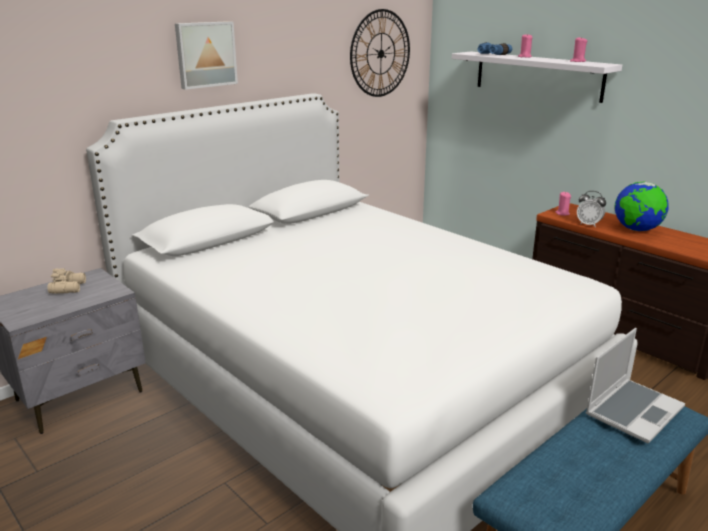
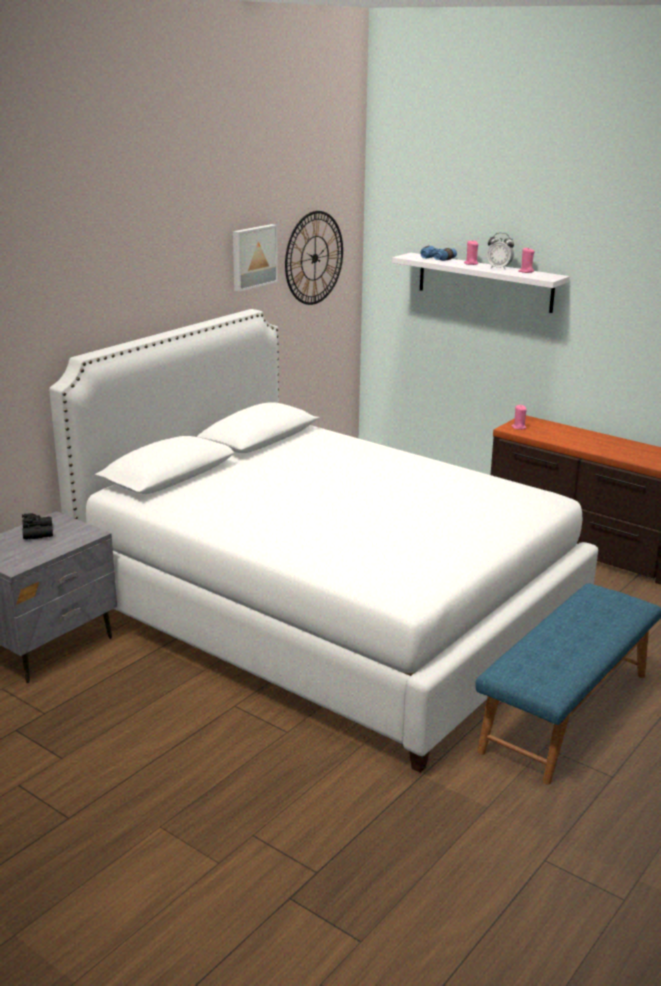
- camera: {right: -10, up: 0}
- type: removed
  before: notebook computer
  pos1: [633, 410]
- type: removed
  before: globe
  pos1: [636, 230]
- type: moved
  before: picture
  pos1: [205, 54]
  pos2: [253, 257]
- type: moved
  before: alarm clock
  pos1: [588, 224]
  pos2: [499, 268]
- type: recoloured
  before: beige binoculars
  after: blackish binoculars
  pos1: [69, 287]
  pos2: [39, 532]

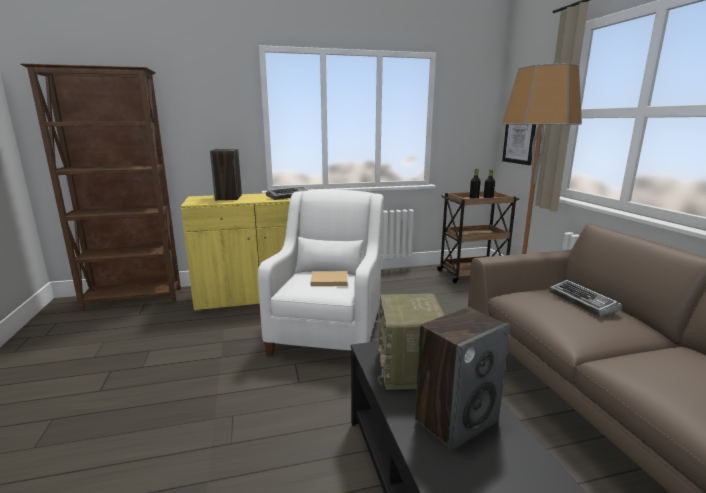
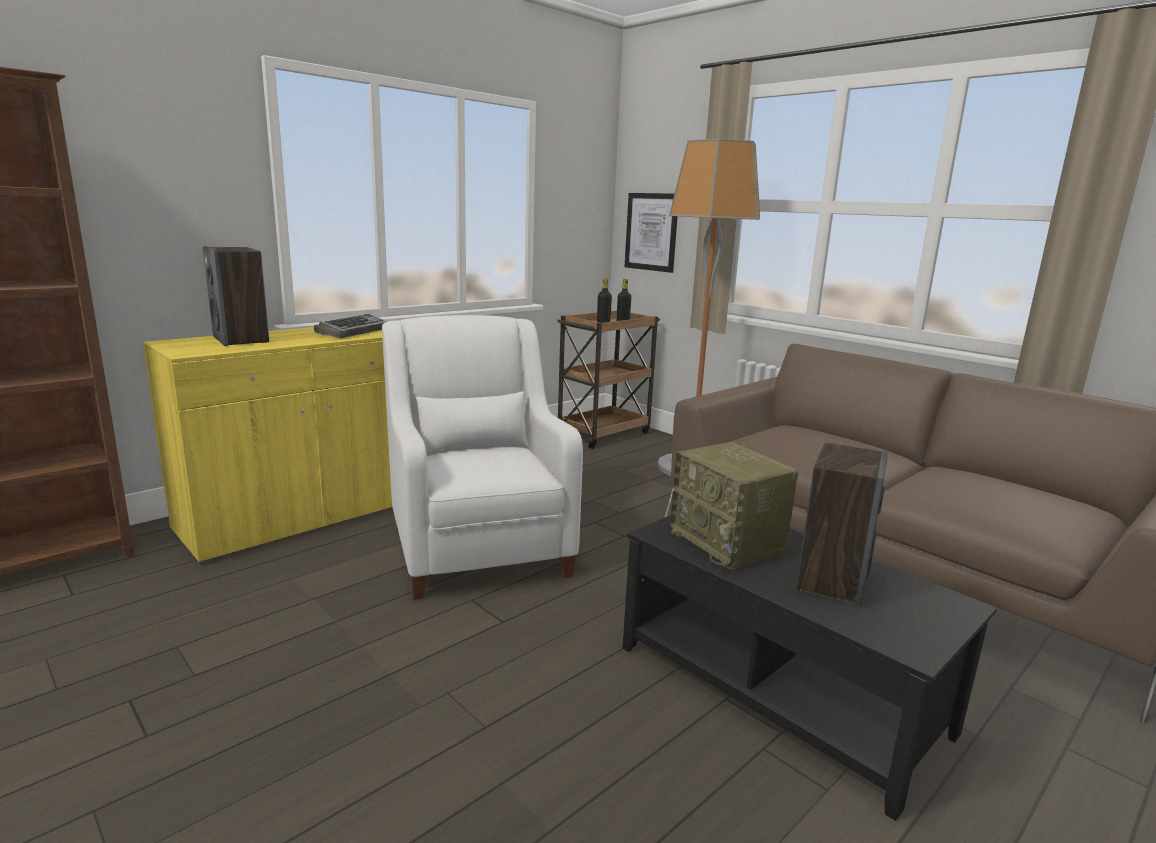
- camera: {right: -30, up: 0}
- type: removed
  before: beige volume
  pos1: [328, 280]
- type: removed
  before: keyboard
  pos1: [583, 302]

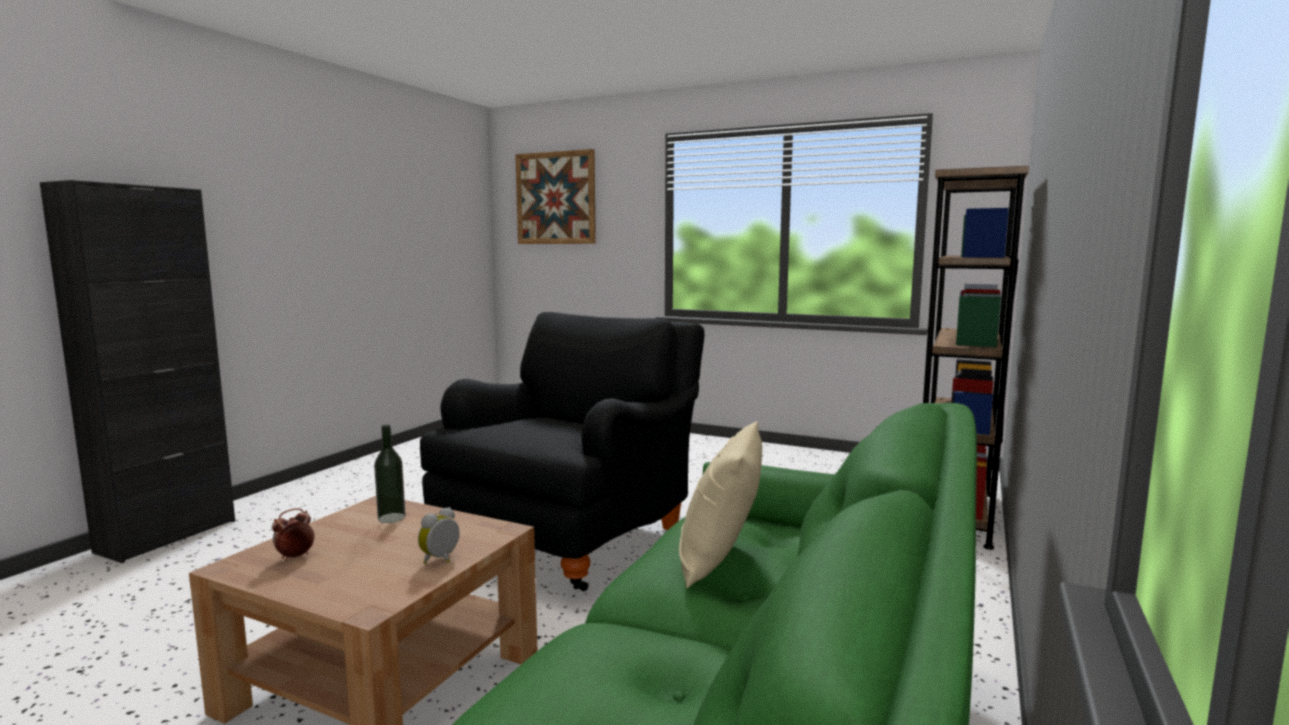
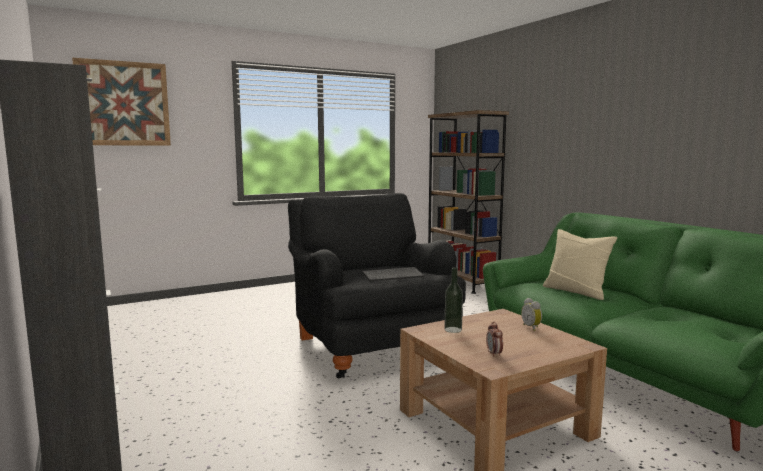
- camera: {right: -55, up: 0}
- type: added
  after: keyboard
  pos2: [393, 275]

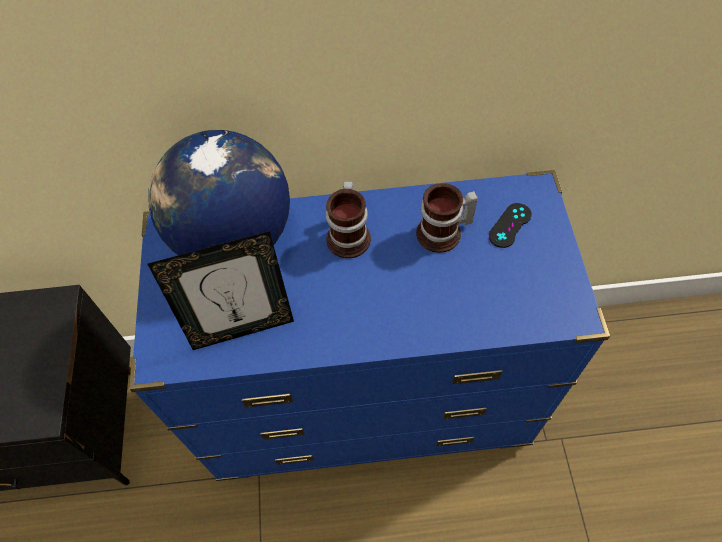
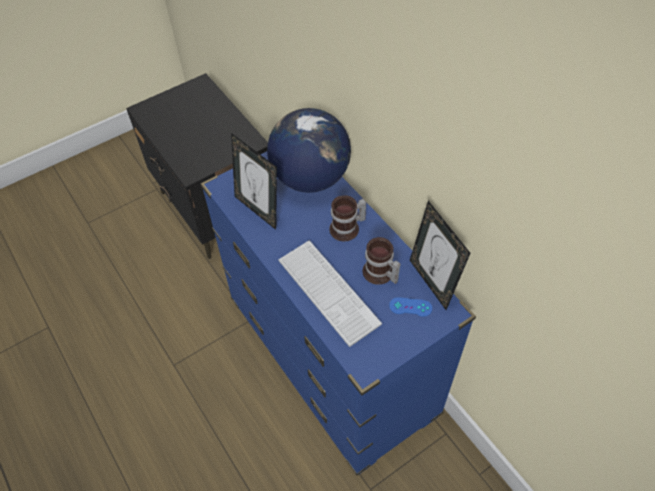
- camera: {right: 60, up: -5}
- type: added
  after: keyboard
  pos2: [328, 292]
- type: added
  after: standing frame
  pos2: [432, 282]
- type: recoloured
  before: blackish gamepad
  after: blue-coloured gamepad
  pos1: [510, 225]
  pos2: [410, 307]

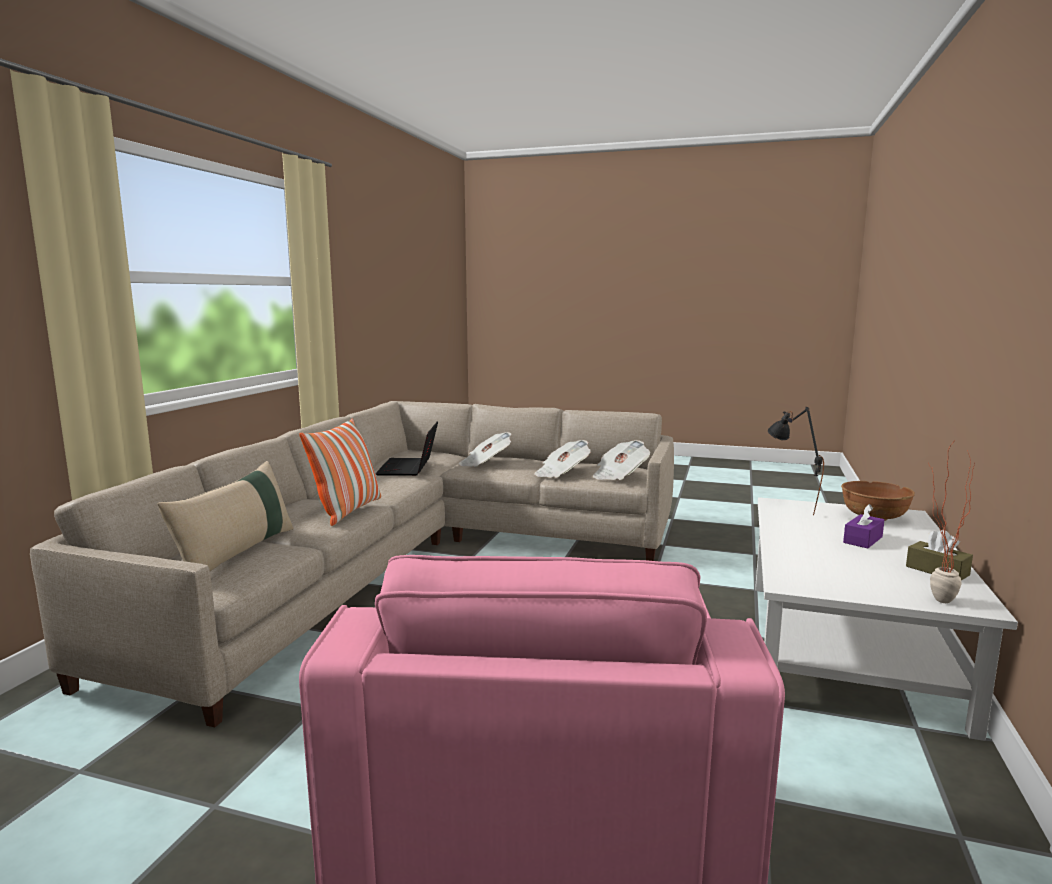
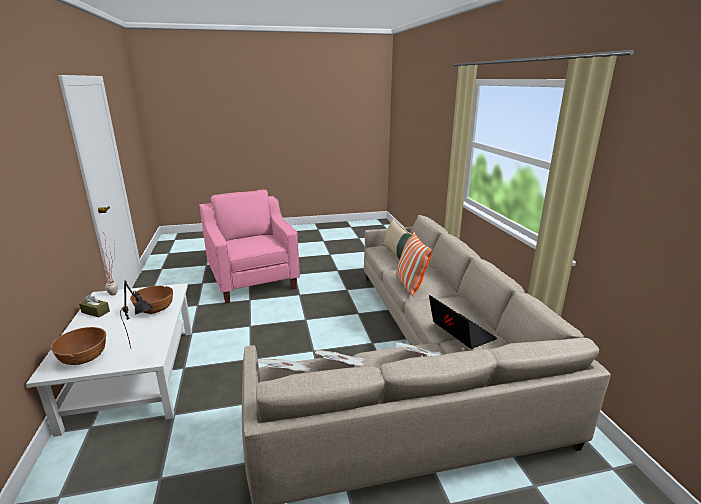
- camera: {right: 150, up: 10}
- type: removed
  before: purple-coloured tissue holder
  pos1: [863, 540]
- type: added
  after: brownish bowl
  pos2: [155, 309]

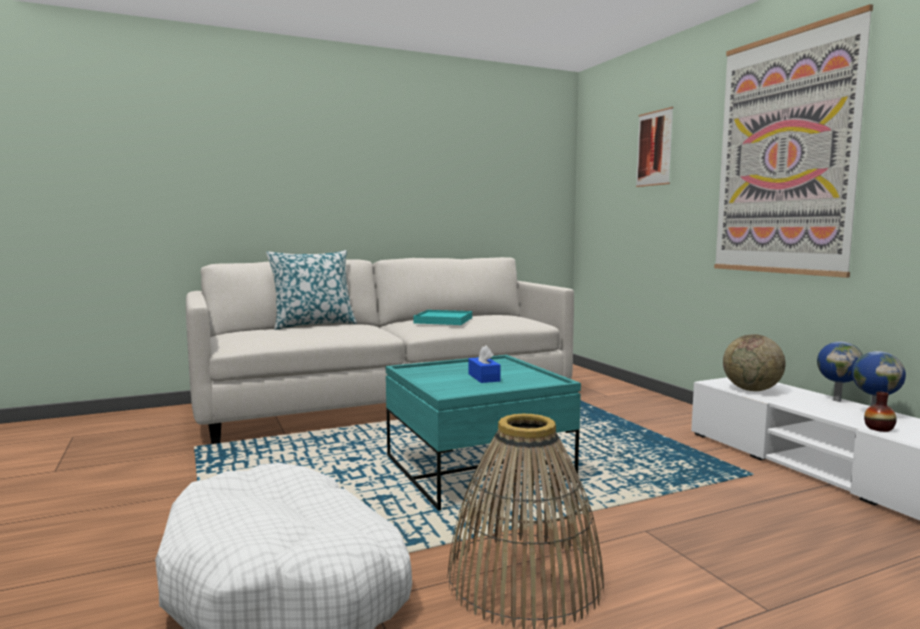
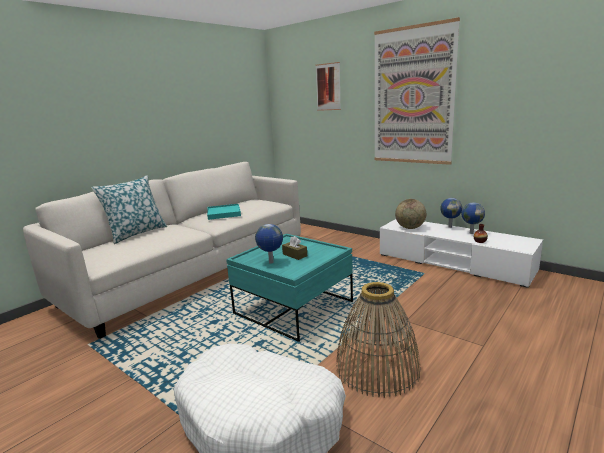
- camera: {right: -25, up: 10}
- type: added
  after: globe
  pos2: [271, 262]
- type: recoloured
  before: blue-coloured tissue holder
  after: brownish tissue holder
  pos1: [484, 377]
  pos2: [294, 255]

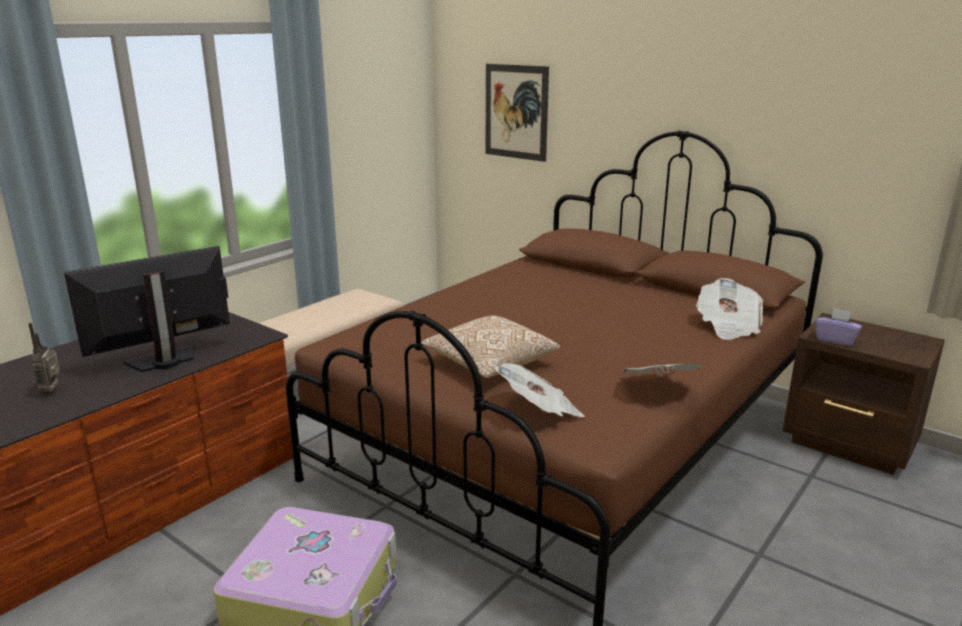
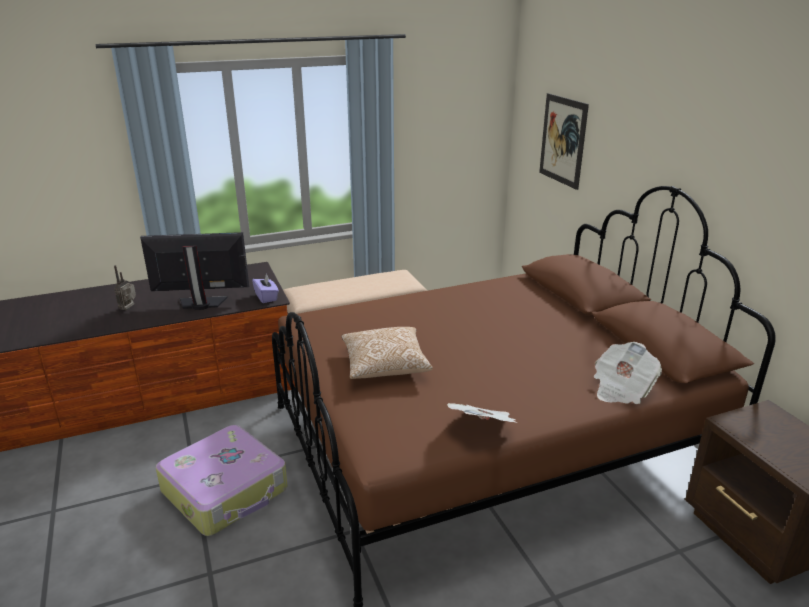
- camera: {right: 30, up: 5}
- type: removed
  before: newspaper
  pos1: [539, 411]
- type: moved
  before: purple-coloured tissue holder
  pos1: [835, 340]
  pos2: [266, 297]

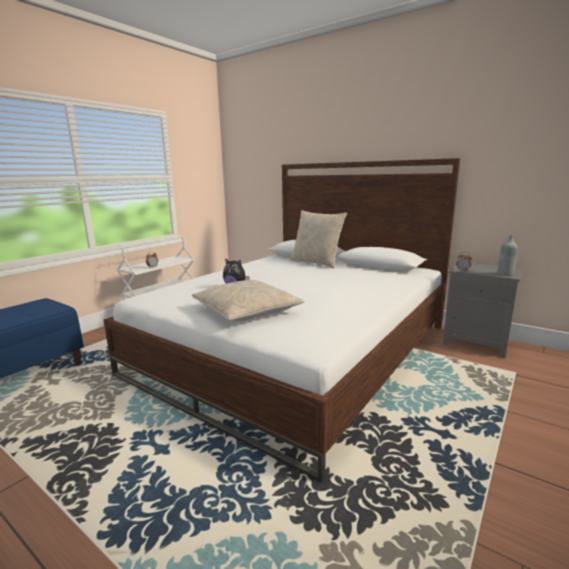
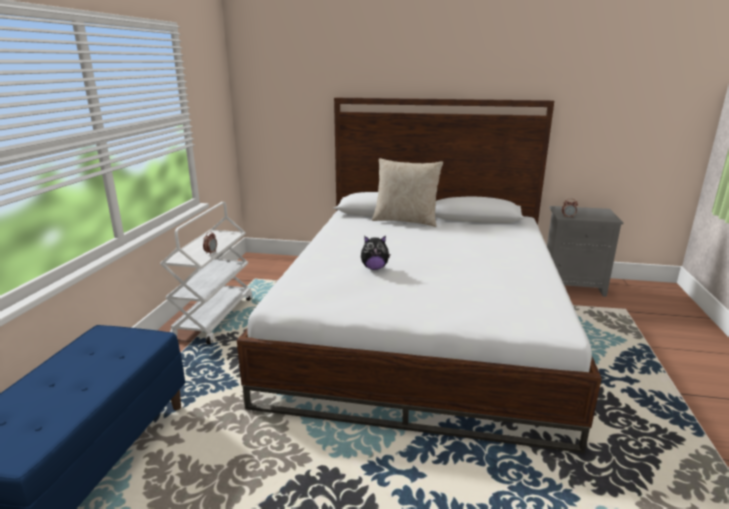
- camera: {right: -25, up: 5}
- type: removed
  before: beige throw pillow
  pos1: [246, 311]
- type: removed
  before: grey drink bottle
  pos1: [505, 274]

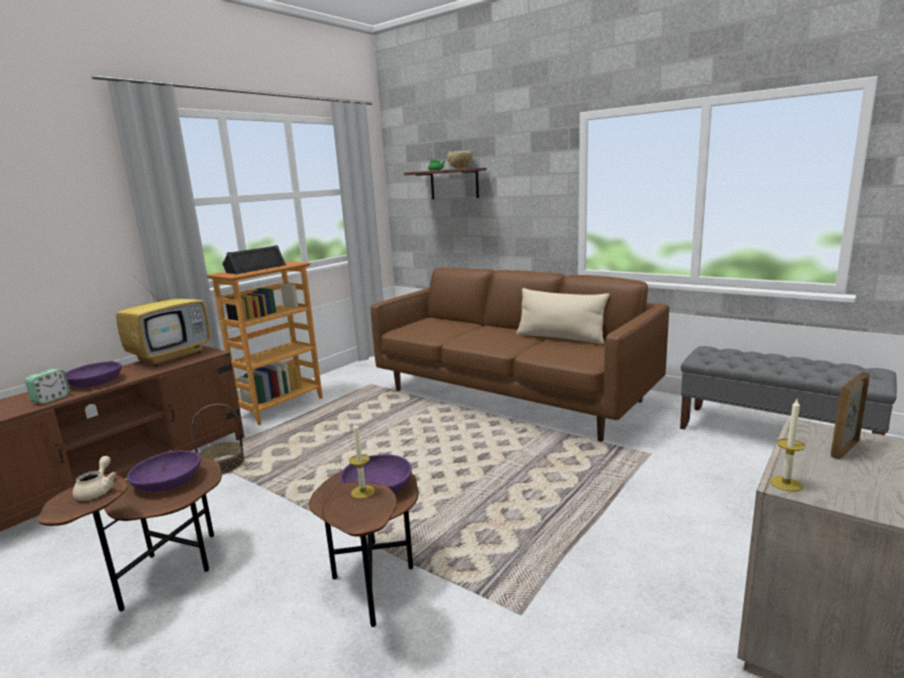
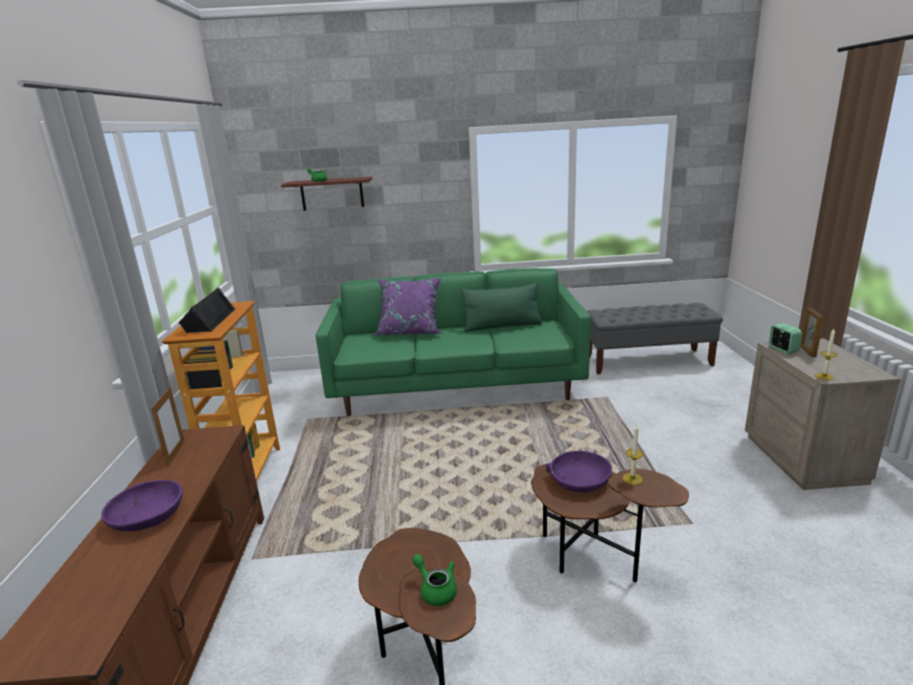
- camera: {right: -40, up: 5}
- type: removed
  before: purple-coloured bowl
  pos1: [167, 480]
- type: removed
  before: household basket
  pos1: [222, 464]
- type: removed
  before: beige bowl
  pos1: [461, 168]
- type: added
  after: purple-coloured throw pillow
  pos2: [410, 331]
- type: moved
  before: alarm clock
  pos1: [51, 399]
  pos2: [783, 349]
- type: replaced
  before: TV
  after: standing frame
  pos1: [172, 356]
  pos2: [176, 453]
- type: recoloured
  before: beige teapot
  after: green teapot
  pos1: [98, 490]
  pos2: [436, 590]
- type: recoloured
  before: brownish sofa
  after: green sofa
  pos1: [512, 396]
  pos2: [457, 388]
- type: recoloured
  before: beige throw pillow
  after: green throw pillow
  pos1: [560, 338]
  pos2: [502, 326]

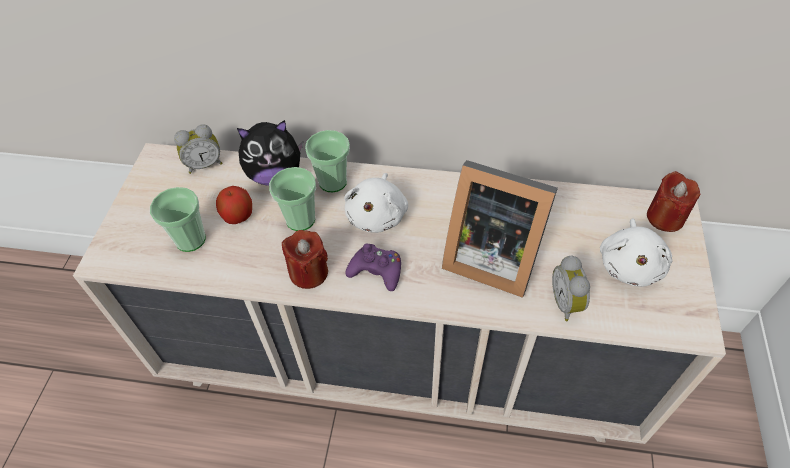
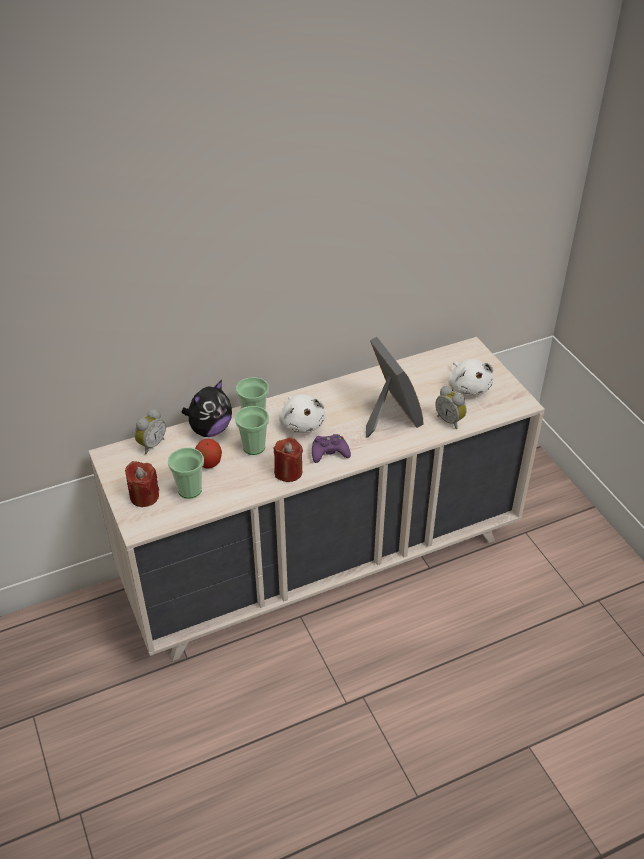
- camera: {right: -35, up: -10}
- type: moved
  before: reddish candle
  pos1: [665, 217]
  pos2: [144, 496]
- type: turned
  before: standing frame
  pos1: [489, 256]
  pos2: [389, 416]
  turn: -105

